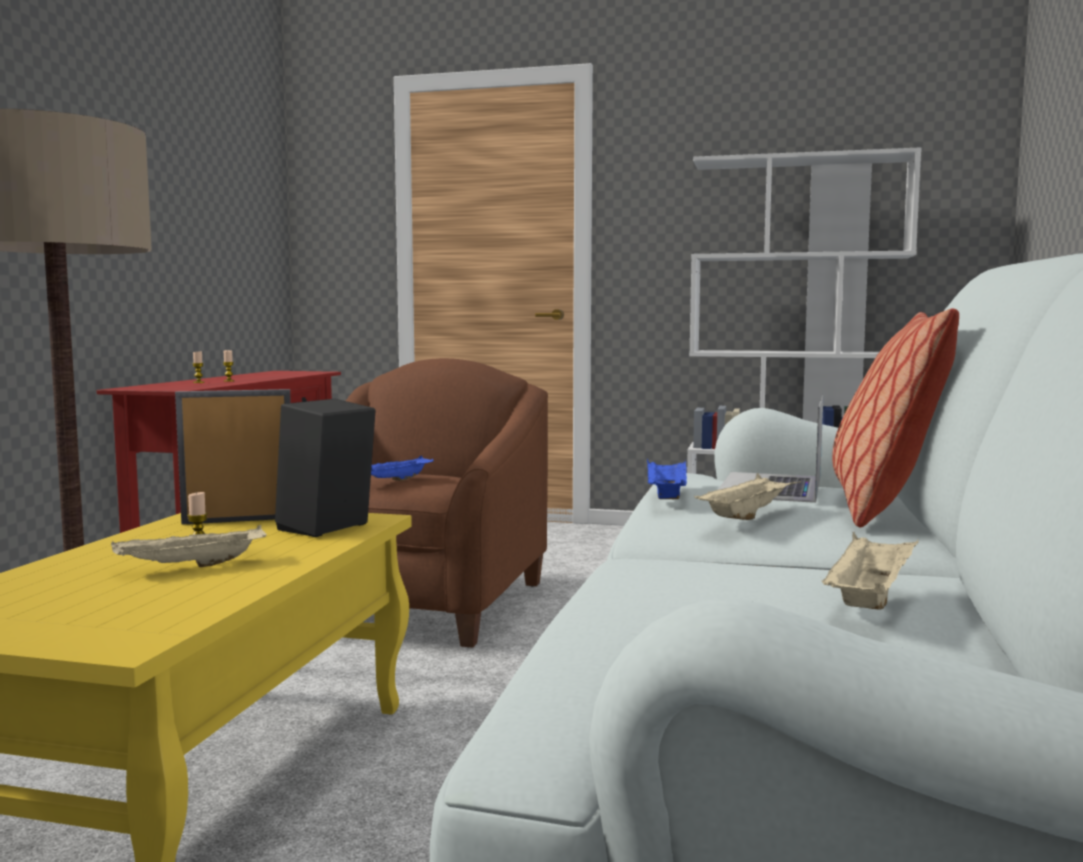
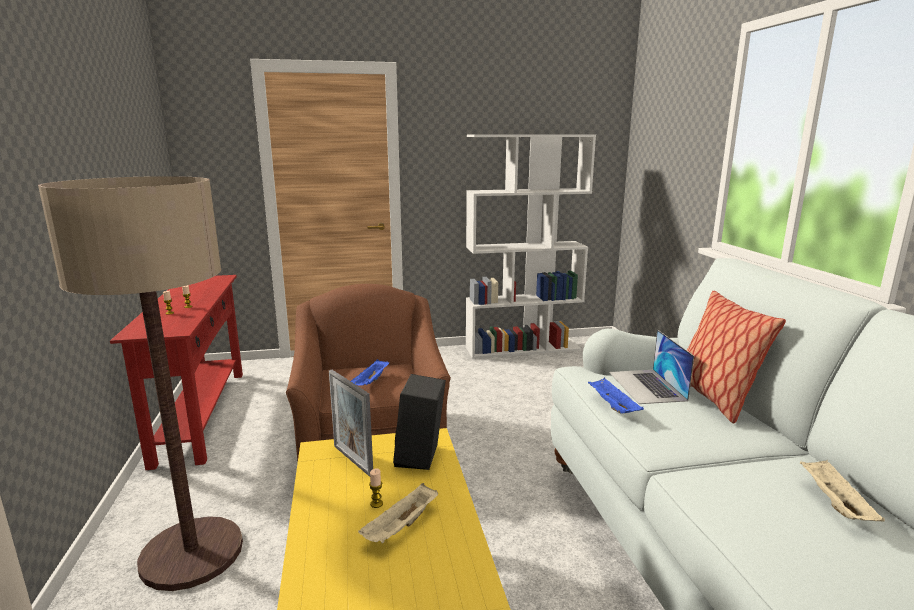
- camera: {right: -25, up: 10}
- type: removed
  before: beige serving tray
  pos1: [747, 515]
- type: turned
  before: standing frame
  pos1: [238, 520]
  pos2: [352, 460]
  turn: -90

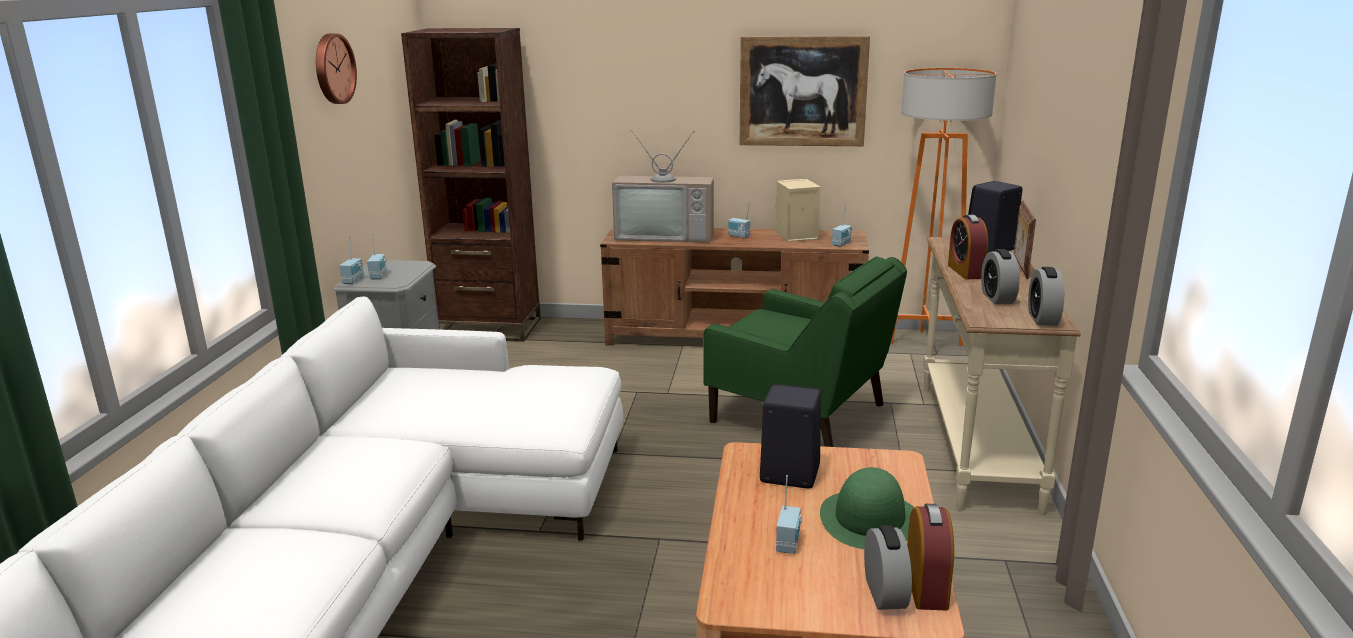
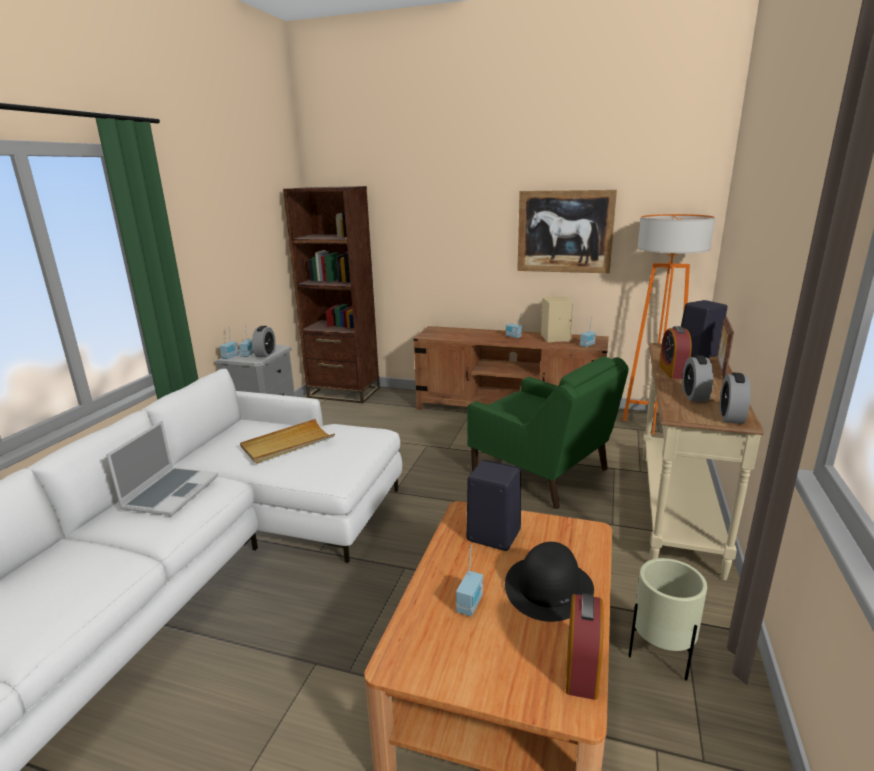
- camera: {right: 10, up: 0}
- type: removed
  before: hanging clock
  pos1: [332, 69]
- type: removed
  before: TV
  pos1: [666, 235]
- type: added
  after: notebook computer
  pos2: [171, 492]
- type: added
  after: beige serving tray
  pos2: [287, 444]
- type: added
  after: beige planter
  pos2: [659, 656]
- type: moved
  before: alarm clock
  pos1: [885, 593]
  pos2: [265, 354]
- type: recoloured
  before: green clothing hat
  after: blackish clothing hat
  pos1: [869, 519]
  pos2: [548, 587]

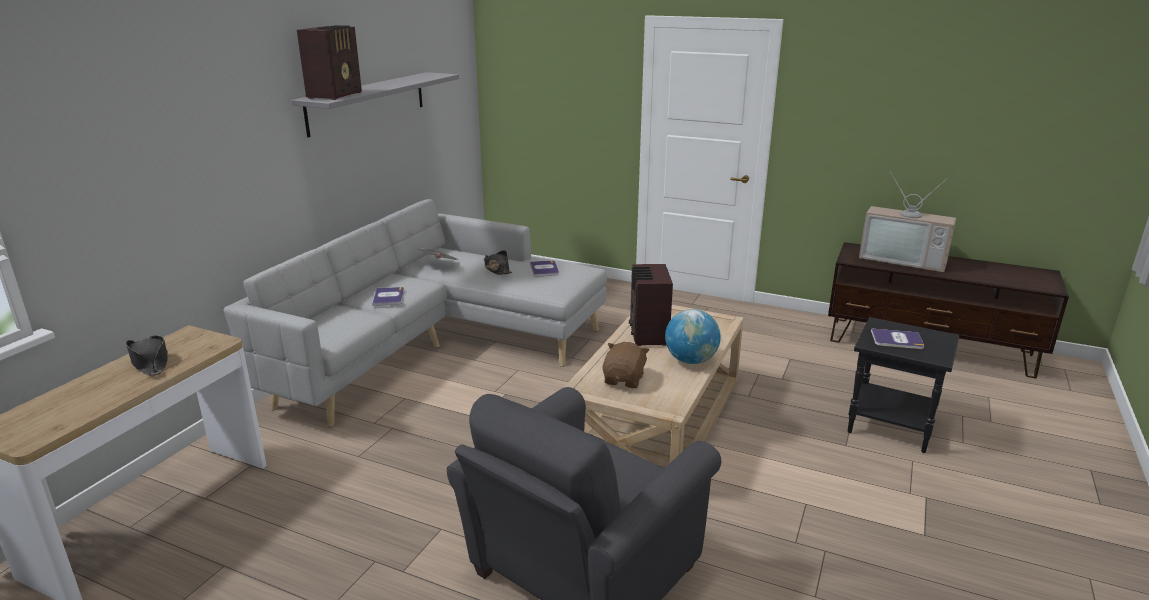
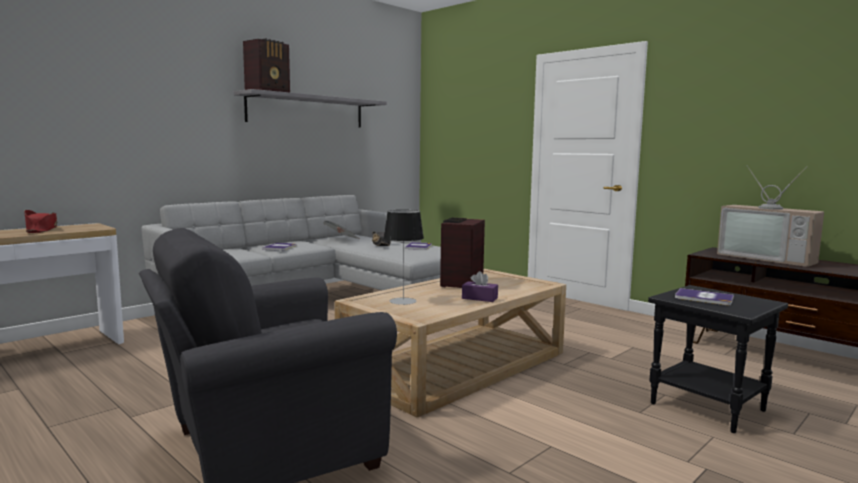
- camera: {right: 20, up: -15}
- type: replaced
  before: brownish cuddly toy
  after: tabletop lamp
  pos1: [624, 380]
  pos2: [403, 301]
- type: replaced
  before: globe
  after: purple-coloured tissue holder
  pos1: [691, 360]
  pos2: [479, 298]
- type: recoloured
  before: blackish clothing hat
  after: reddish clothing hat
  pos1: [150, 362]
  pos2: [41, 230]

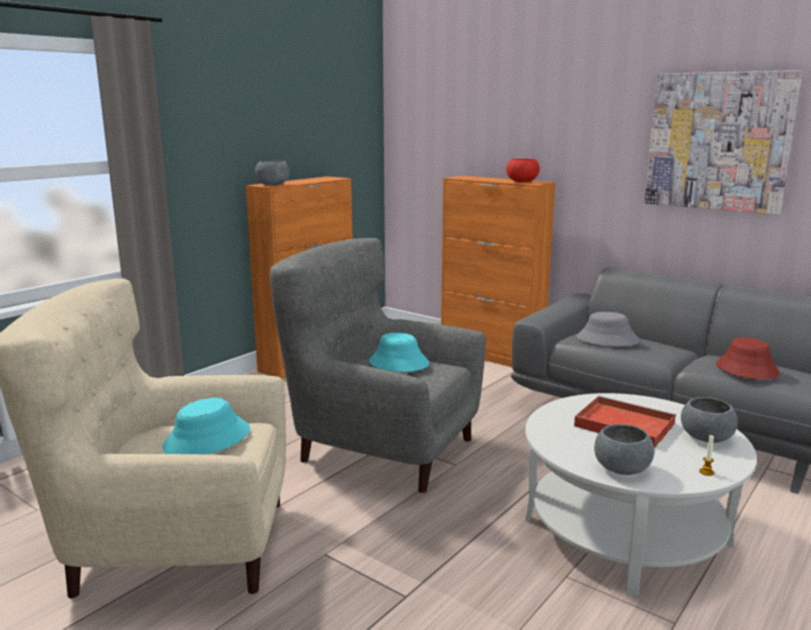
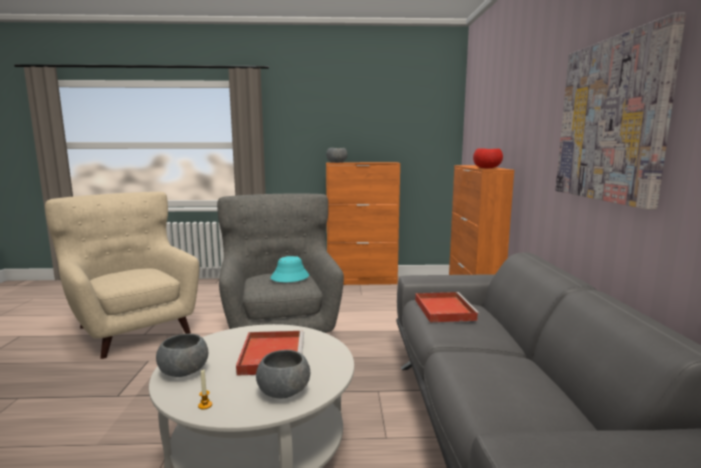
- camera: {right: 50, up: -5}
- type: removed
  before: blue-green clothing hat
  pos1: [207, 439]
- type: removed
  before: reddish clothing hat
  pos1: [746, 369]
- type: replaced
  before: grey clothing hat
  after: reddish serving tray
  pos1: [607, 339]
  pos2: [443, 309]

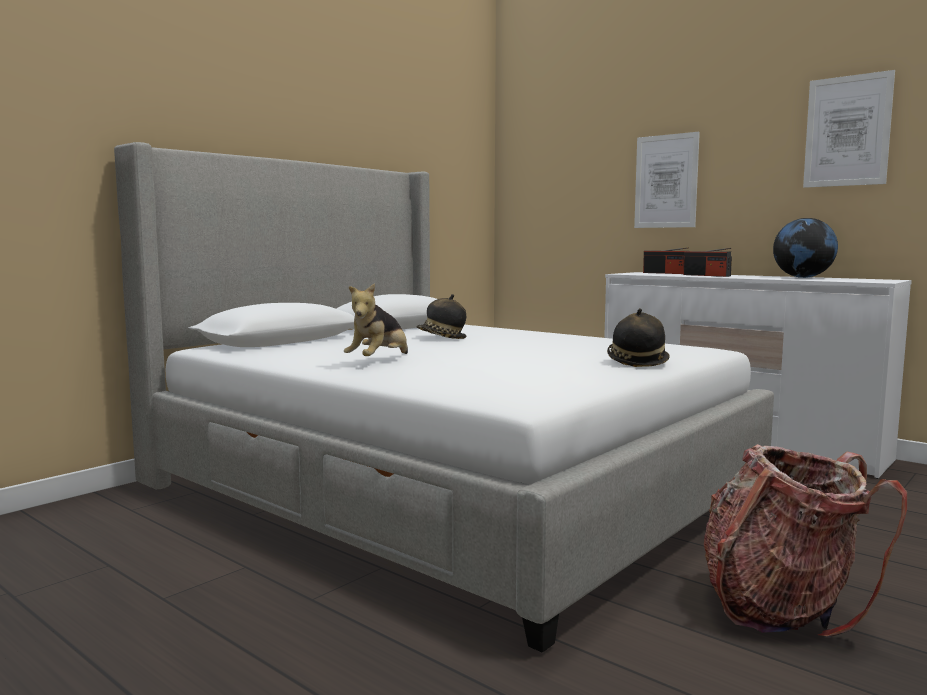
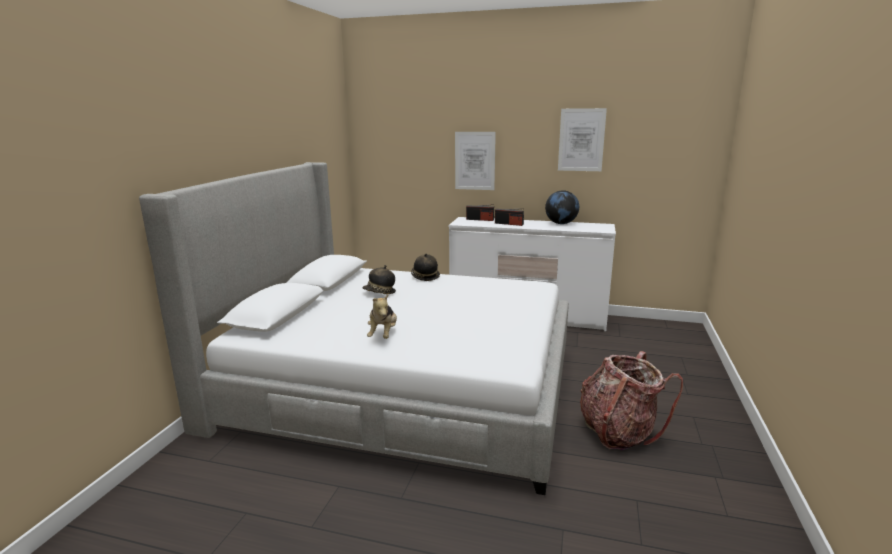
- camera: {right: -25, up: 10}
- type: moved
  before: clothing hat
  pos1: [637, 362]
  pos2: [425, 277]

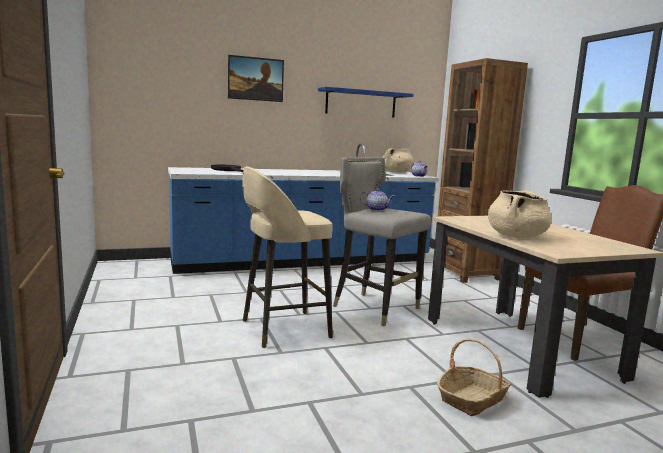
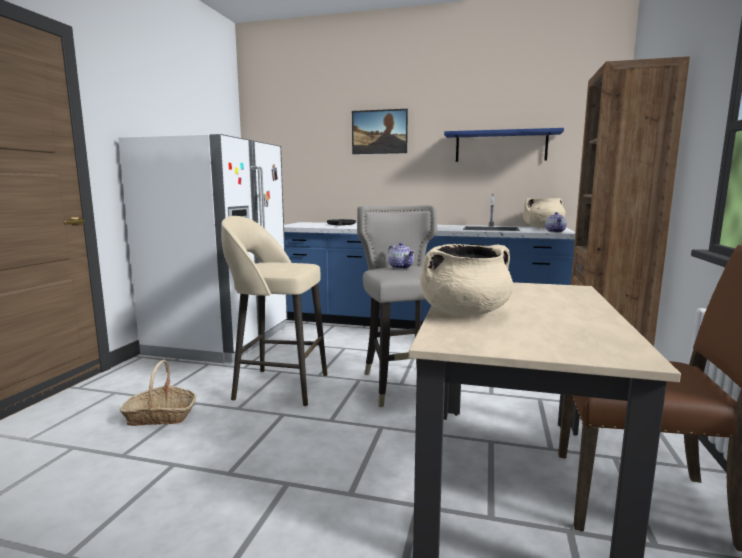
- camera: {right: 35, up: 0}
- type: added
  after: white kitchen fridge
  pos2: [220, 340]
- type: moved
  before: household basket
  pos1: [472, 399]
  pos2: [160, 416]

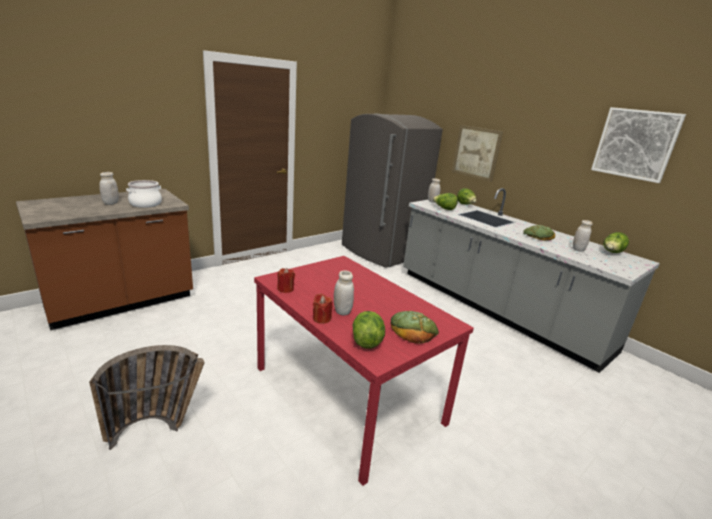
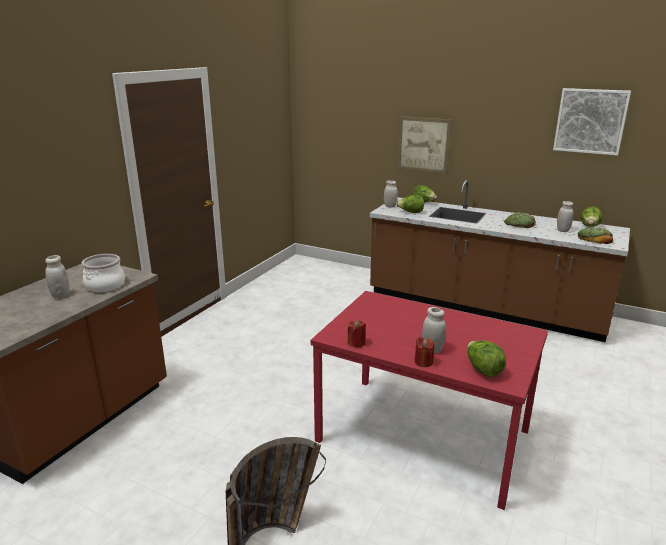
- camera: {right: -20, up: 0}
- type: removed
  before: grey kitchen fridge
  pos1: [380, 252]
- type: moved
  before: baked bread
  pos1: [413, 330]
  pos2: [594, 239]
- type: recoloured
  before: grey counter
  after: brownish counter
  pos1: [496, 309]
  pos2: [483, 307]

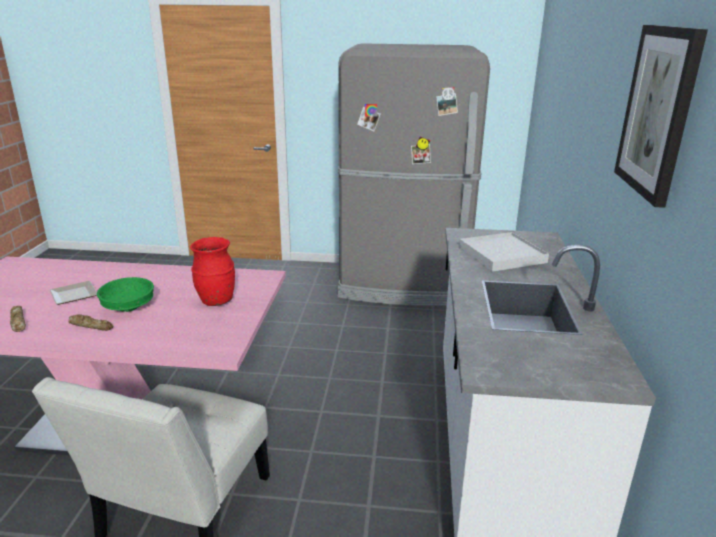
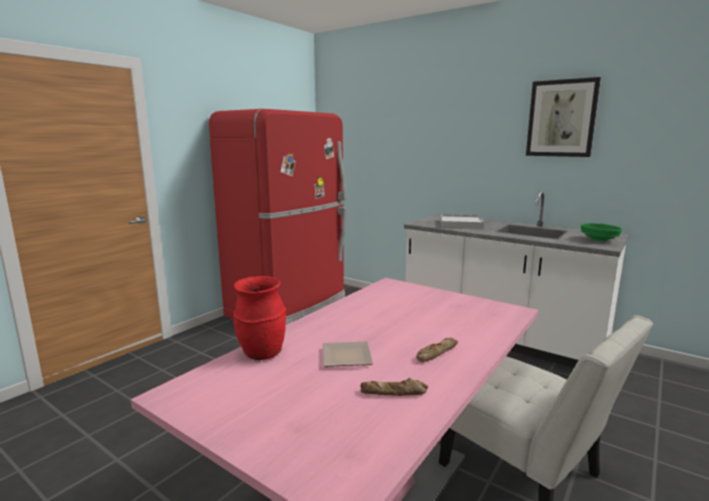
- camera: {right: -60, up: -10}
- type: moved
  before: green bowl
  pos1: [127, 307]
  pos2: [599, 240]
- type: moved
  before: reddish vase
  pos1: [216, 301]
  pos2: [262, 354]
- type: recoloured
  before: grey kitchen fridge
  after: reddish kitchen fridge
  pos1: [403, 284]
  pos2: [289, 308]

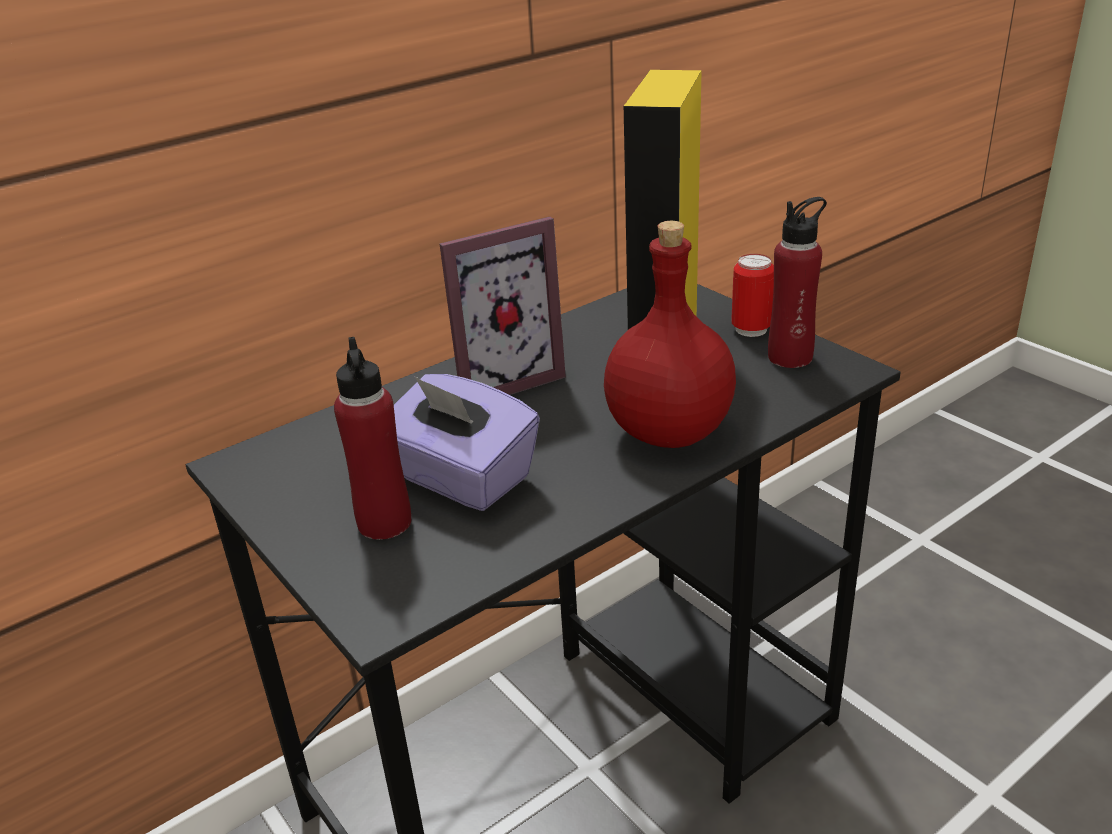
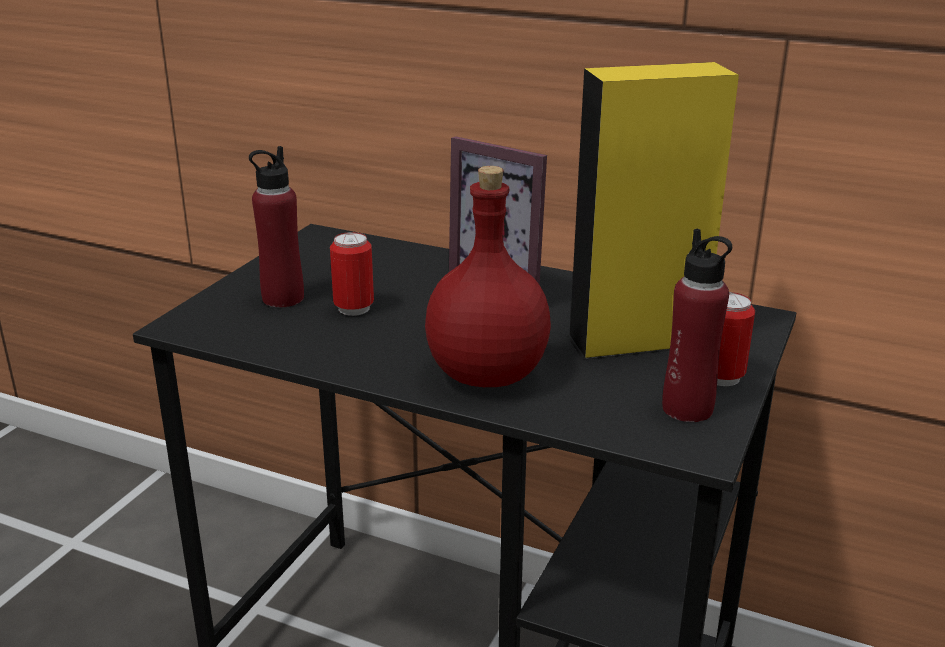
- camera: {right: 60, up: -5}
- type: replaced
  before: purple-coloured tissue holder
  after: metal can
  pos1: [460, 478]
  pos2: [354, 308]

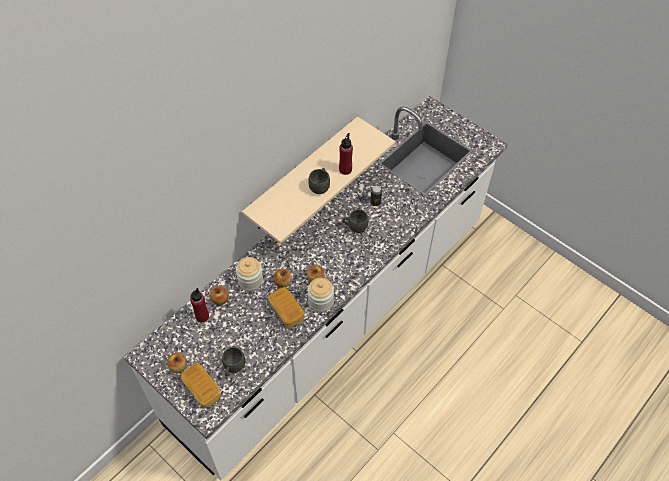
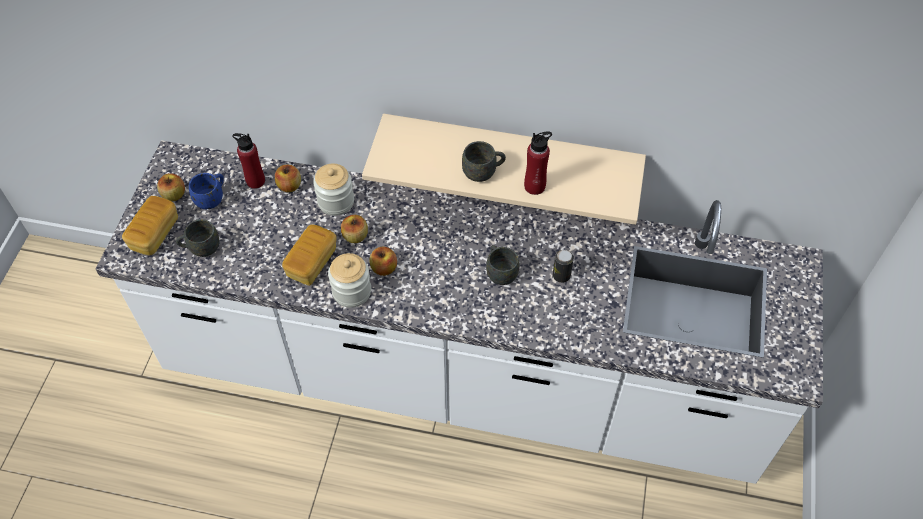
- camera: {right: 60, up: 0}
- type: added
  after: blue-coloured mug
  pos2: [212, 198]

